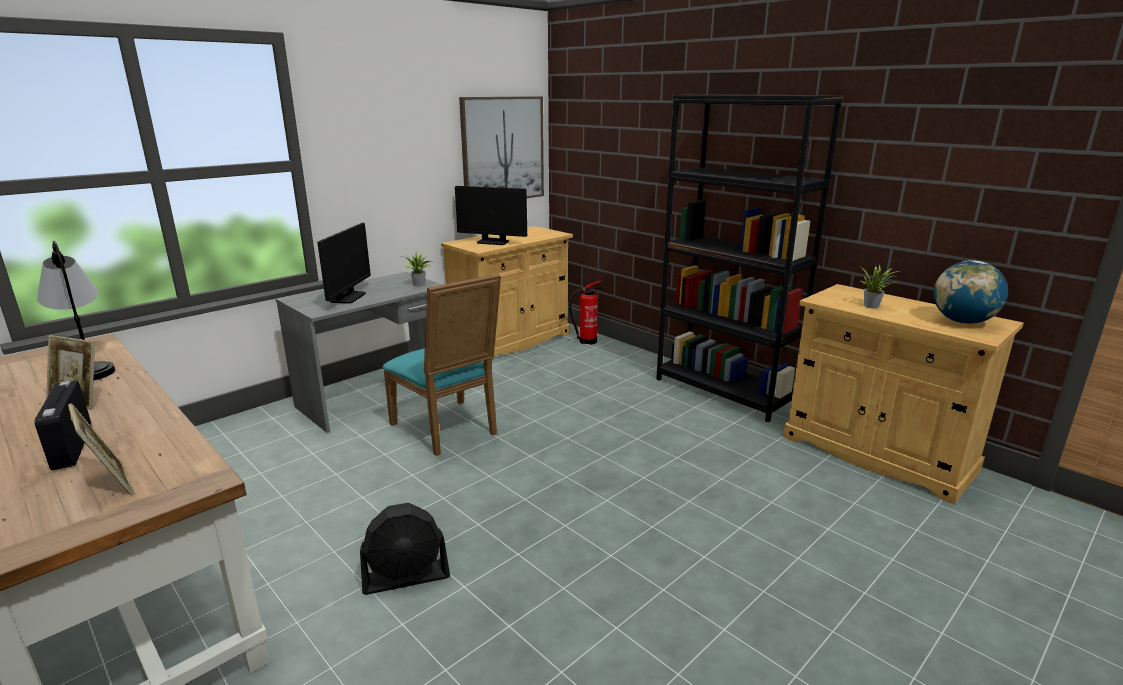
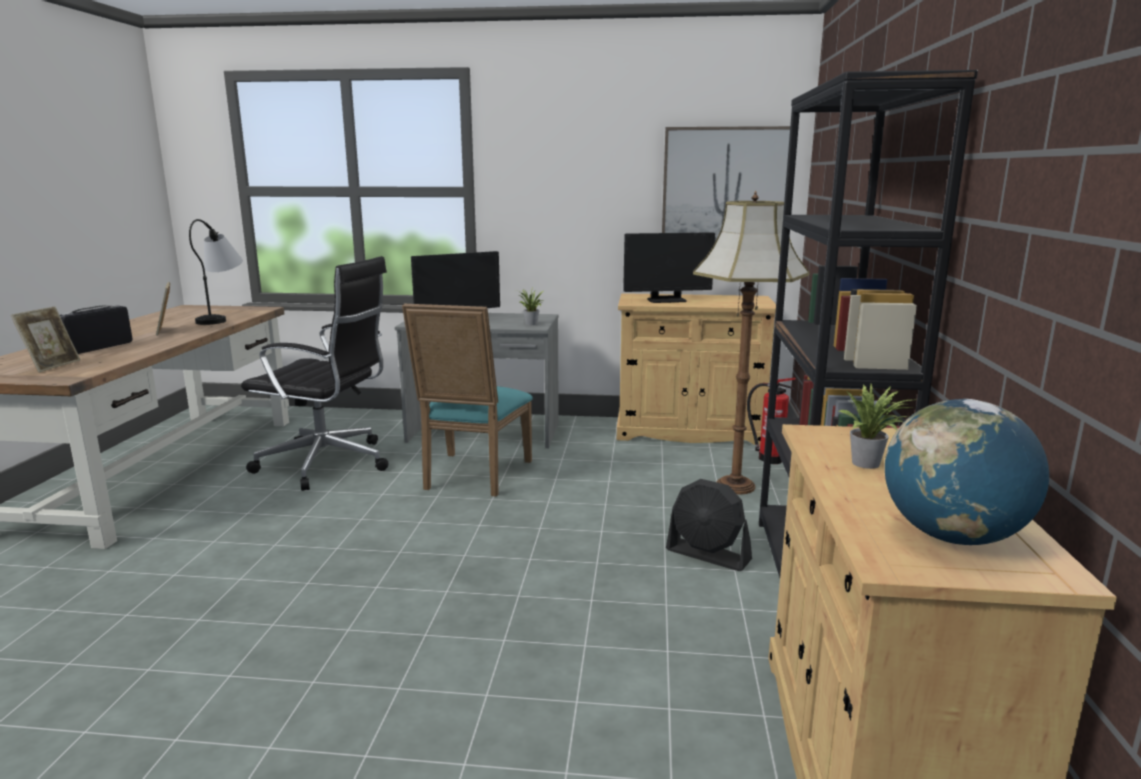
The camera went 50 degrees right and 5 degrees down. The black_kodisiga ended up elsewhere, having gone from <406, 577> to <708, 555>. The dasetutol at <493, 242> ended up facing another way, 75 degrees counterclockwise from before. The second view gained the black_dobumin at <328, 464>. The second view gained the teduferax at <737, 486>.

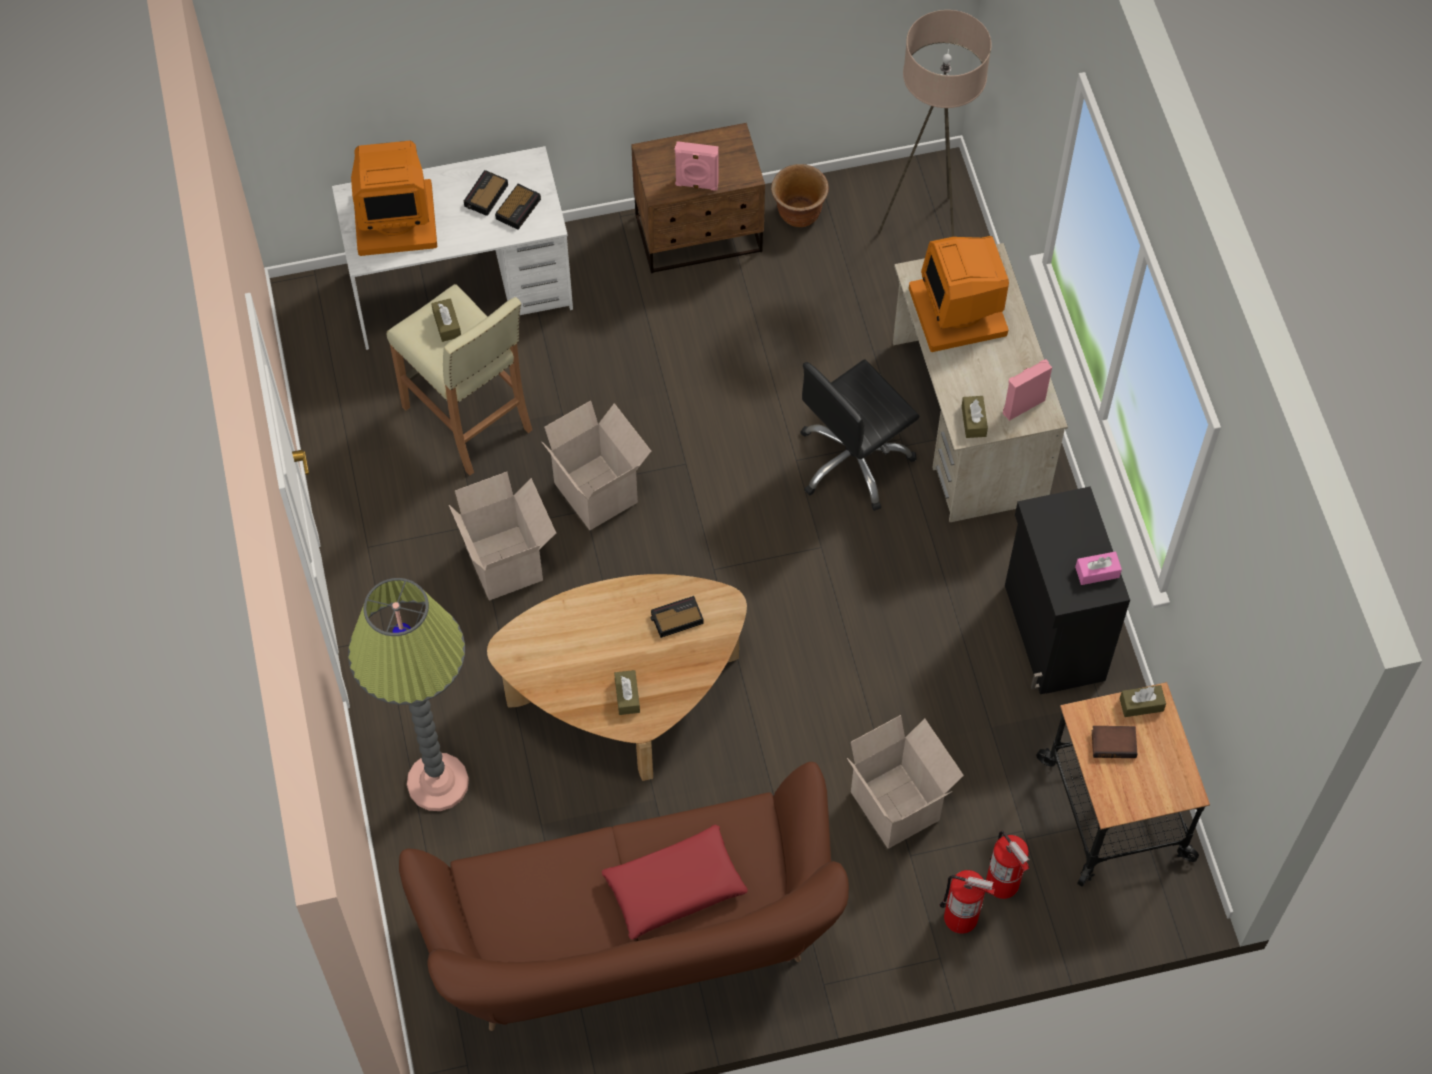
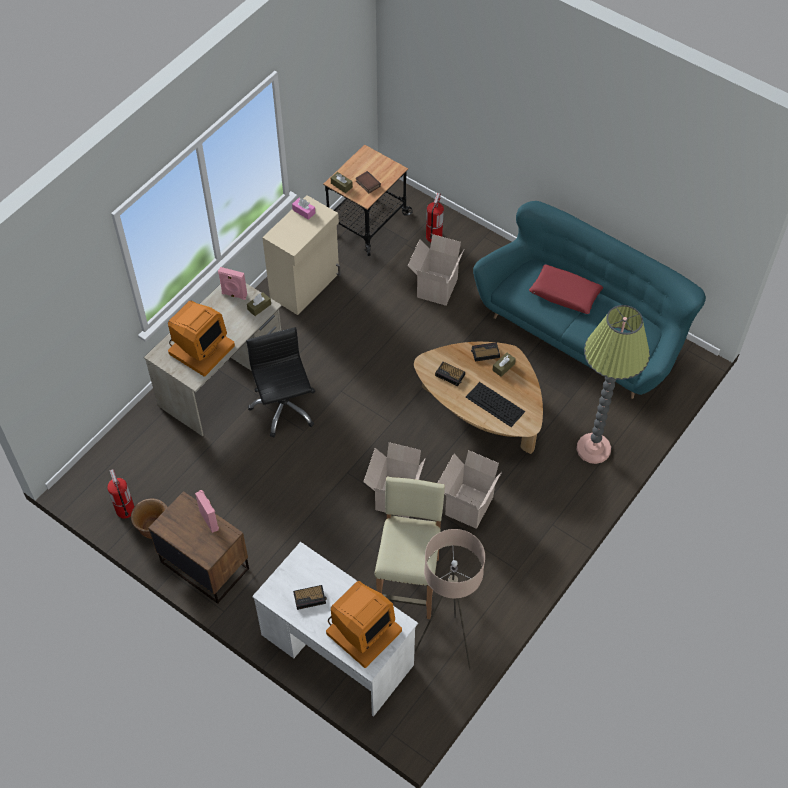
The camera went 130 degrees left and 5 degrees down. The dasetutol at <395, 218> ended up facing another way, 90 degrees clockwise from before. What was the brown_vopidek at <633, 941> turned into the turquoise_vopidek at <582, 332>. The second view lost the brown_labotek at <447, 324>. The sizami ended up elsewhere, having gone from <519, 208> to <485, 353>. The black_dobumin at <854, 461> ended up facing another way, 120 degrees counterclockwise from before. The beige_teduferax ended up elsewhere, having gone from <926, 231> to <447, 645>. The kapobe ended up elsewhere, having gone from <961, 917> to <125, 510>. What was the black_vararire at <1052, 634> turned into the beige_vararire at <306, 285>. The second view gained the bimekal at <495, 404>.

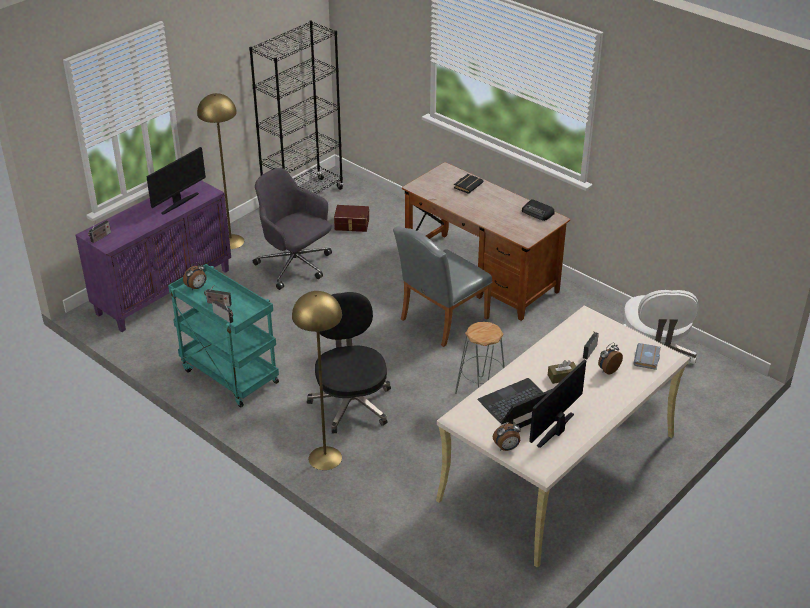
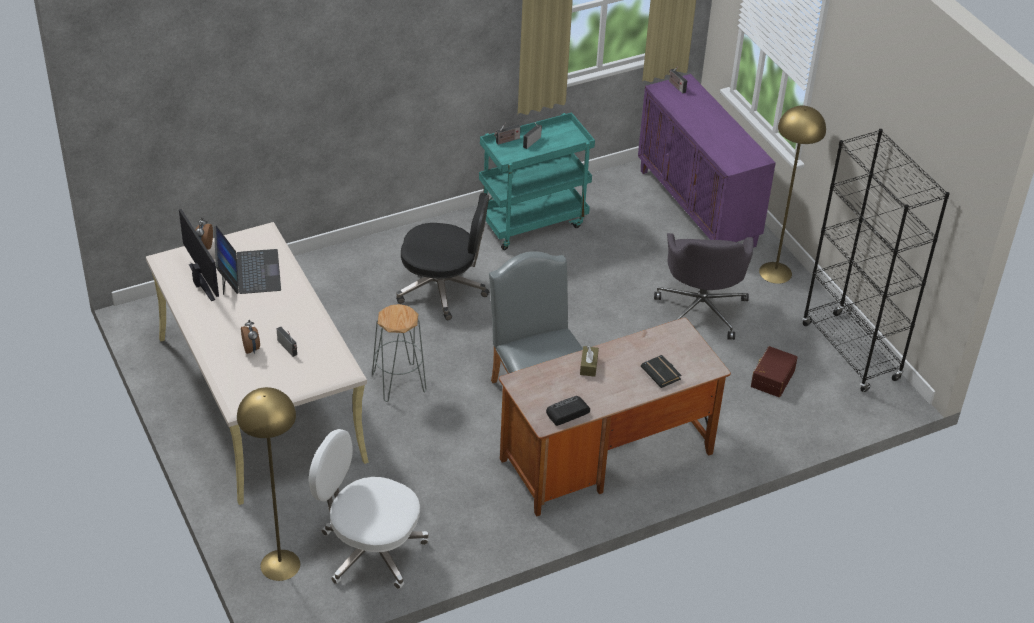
The camera went 110 degrees right and 5 degrees up. The second view lost the dasetutol at <179, 203>. The second view lost the sizami at <197, 287>. The grey_dobumin at <295, 266> ended up facing another way, 120 degrees clockwise from before. The yellow_teduferax ended up elsewhere, having gone from <325, 458> to <280, 565>. The brown_labotek ended up elsewhere, having gone from <562, 377> to <588, 365>. The second view lost the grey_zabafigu at <647, 359>.

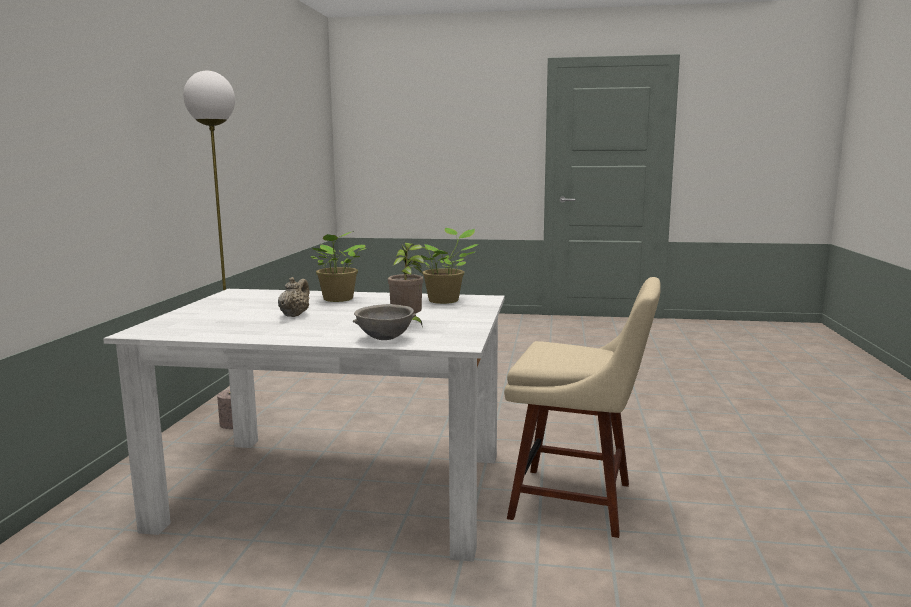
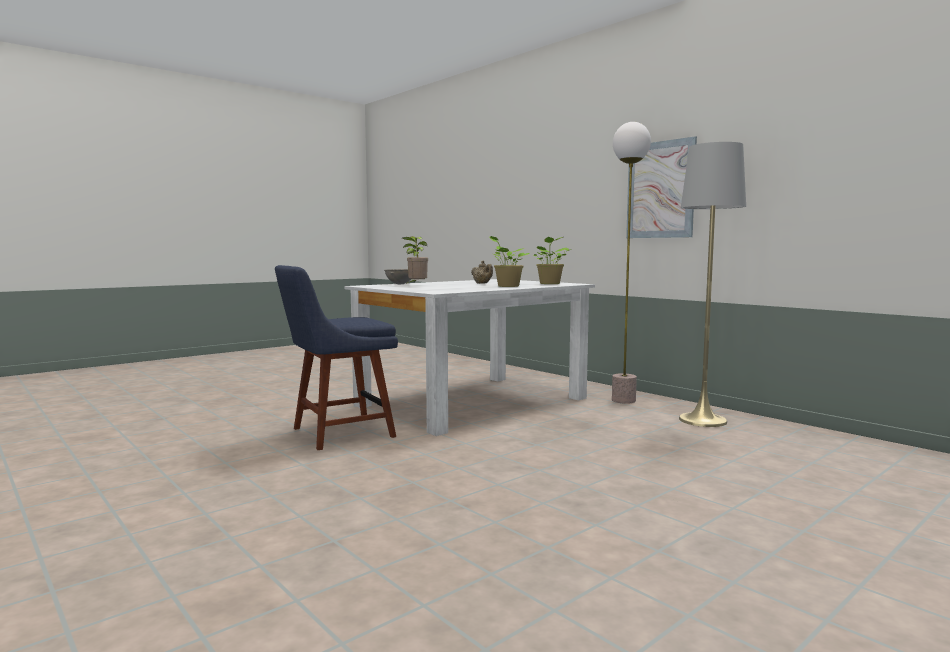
The camera went 130 degrees right and 5 degrees down. The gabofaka ended up elsewhere, having gone from <445, 300> to <549, 284>. What was the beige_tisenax at <579, 502> turned into the blue_tisenax at <338, 433>. The second view gained the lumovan at <660, 190>. The second view gained the grey_teduferax at <702, 420>.

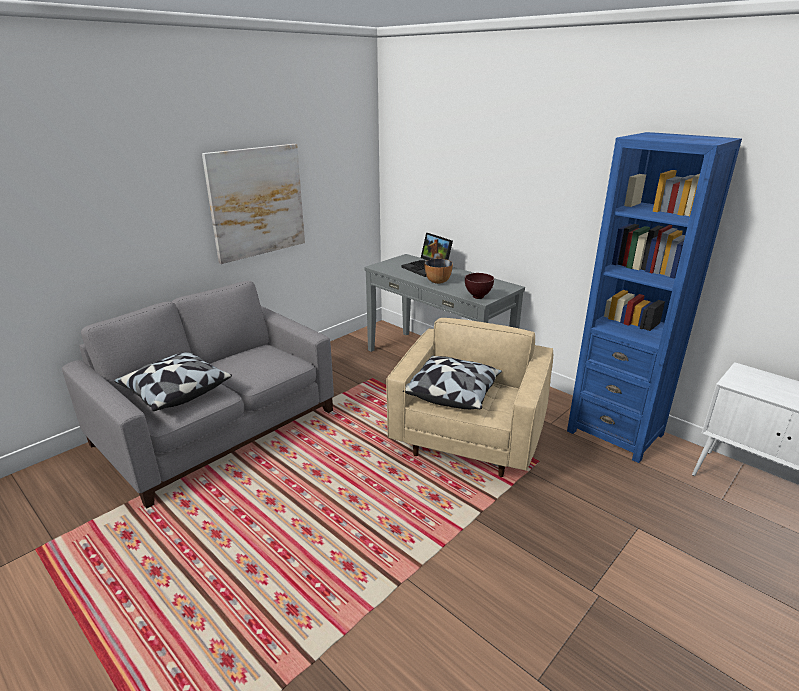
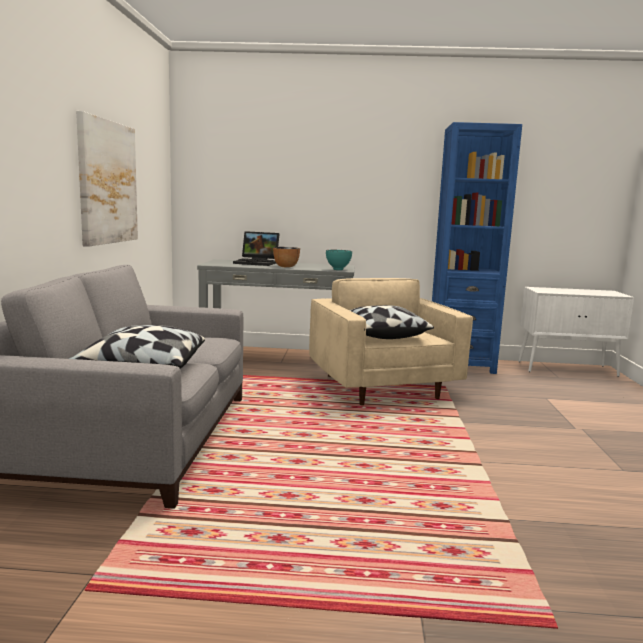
The camera went 40 degrees left and 15 degrees down. What was the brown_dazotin at <477, 297> turned into the turquoise_dazotin at <337, 269>.

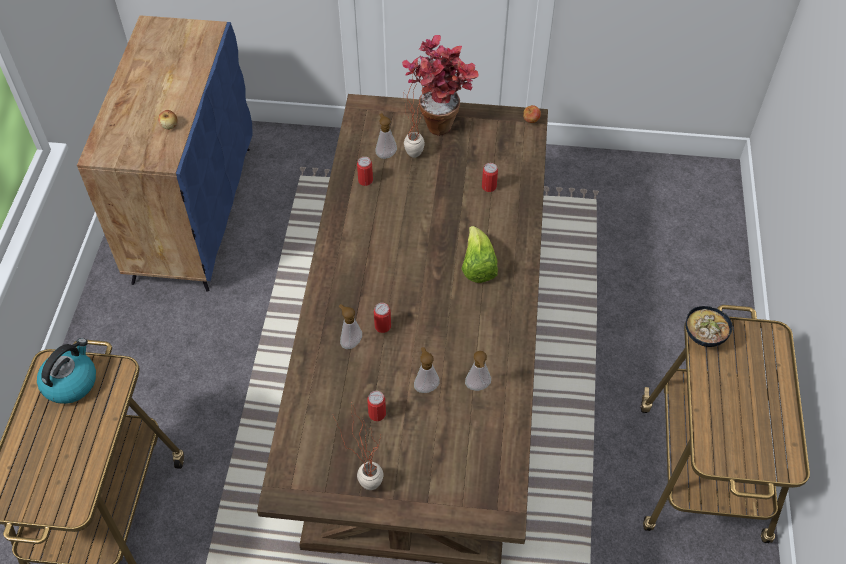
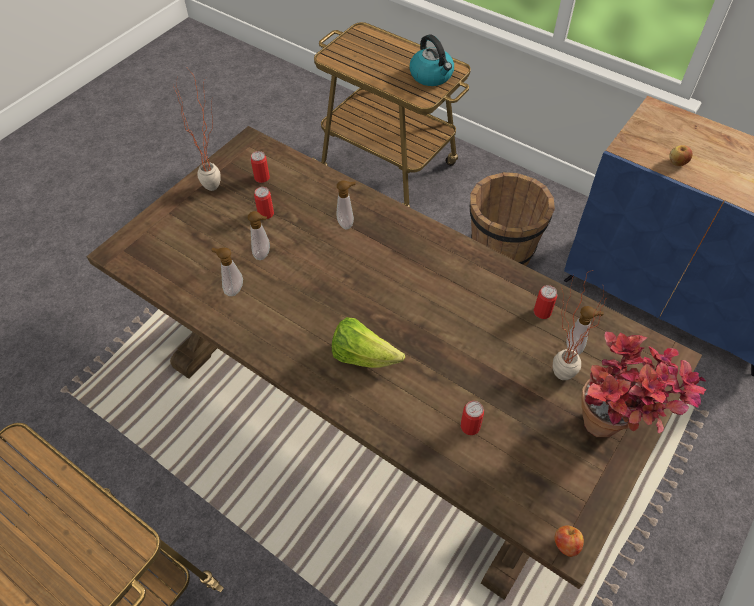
The camera went 120 degrees right and 0 degrees up. The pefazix ended up elsewhere, having gone from <382, 326> to <262, 178>. The second view lost the dazotin at <704, 337>. The second view gained the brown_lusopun at <502, 249>.

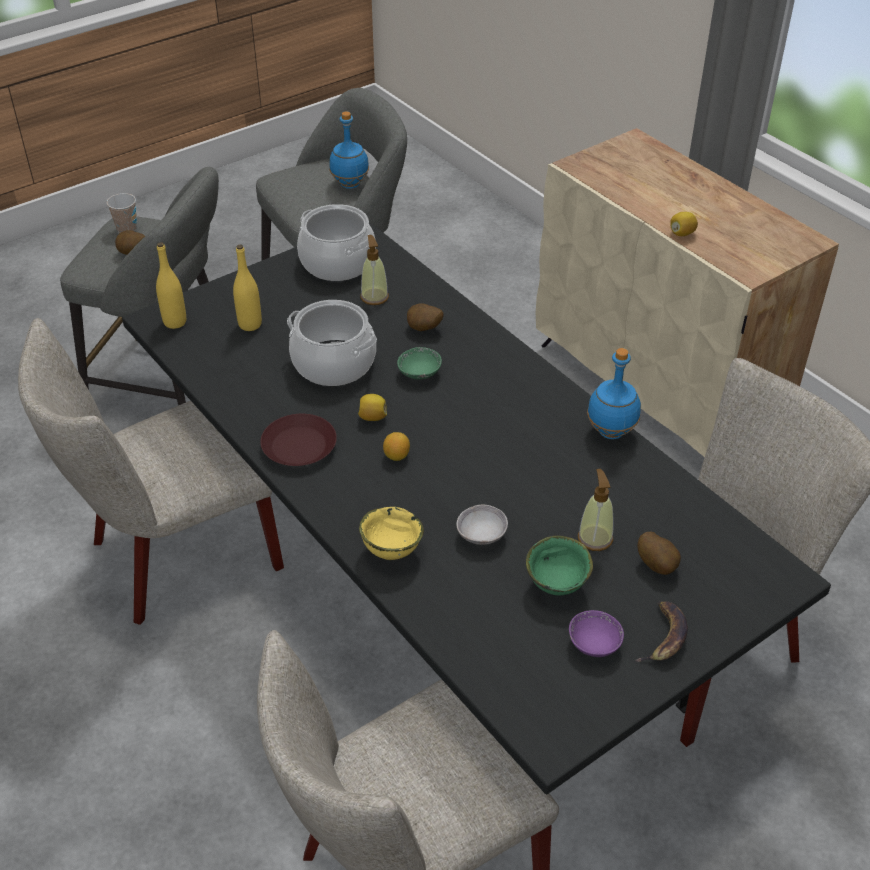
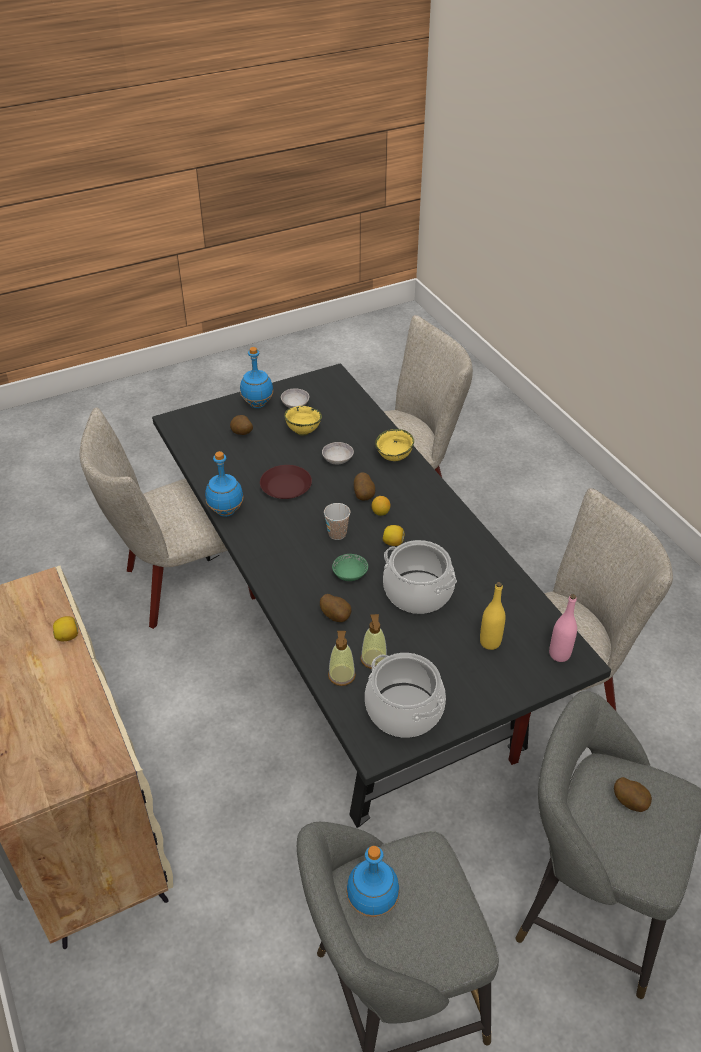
The camera went 170 degrees left and 0 degrees up. The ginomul ended up elsewhere, having gone from <127, 229> to <337, 534>. What was the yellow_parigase at <175, 322> turned into the pink_parigase at <559, 654>. The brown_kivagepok ended up elsewhere, having gone from <300, 446> to <285, 486>. What was the green_dazotin at <558, 584> turned into the yellow_dazotin at <302, 431>. What was the purple_dazotin at <594, 643> turned into the grey_dazotin at <295, 405>. The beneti ended up elsewhere, having gone from <595, 538> to <341, 675>. Where the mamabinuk stood at <664, 637>, the blue_parigase came to stand at <257, 404>. The second view gained the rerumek at <364, 496>.

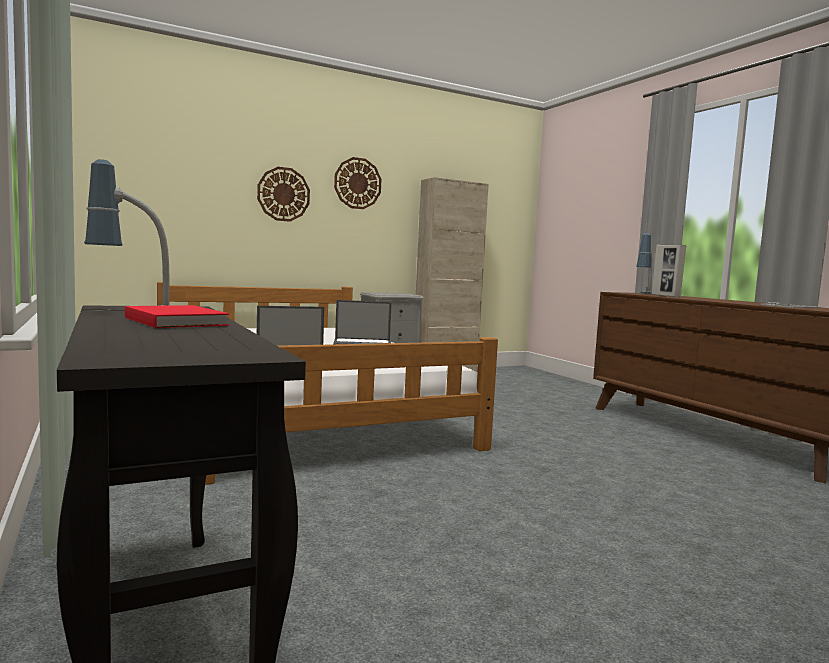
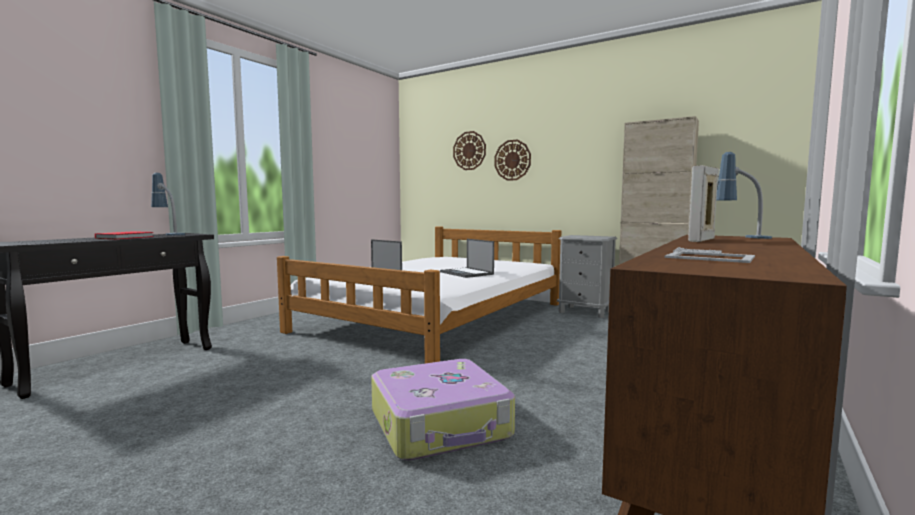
The camera went 60 degrees right and 0 degrees up. The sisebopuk ended up elsewhere, having gone from <357, 183> to <469, 150>. The second view gained the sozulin at <441, 424>.

